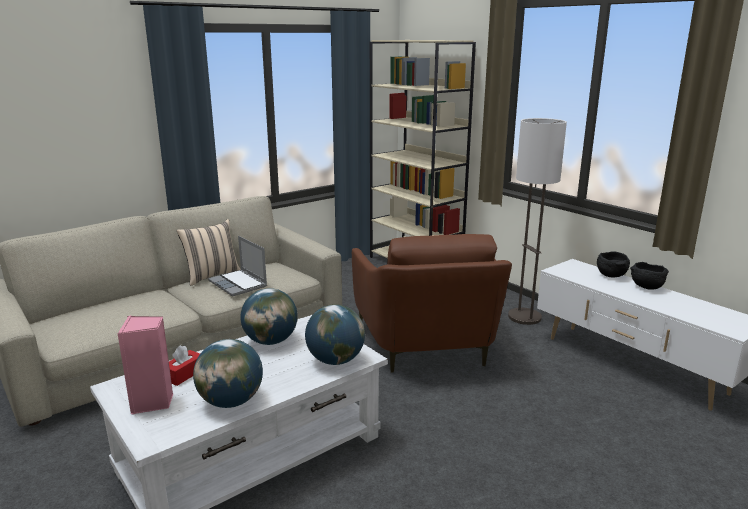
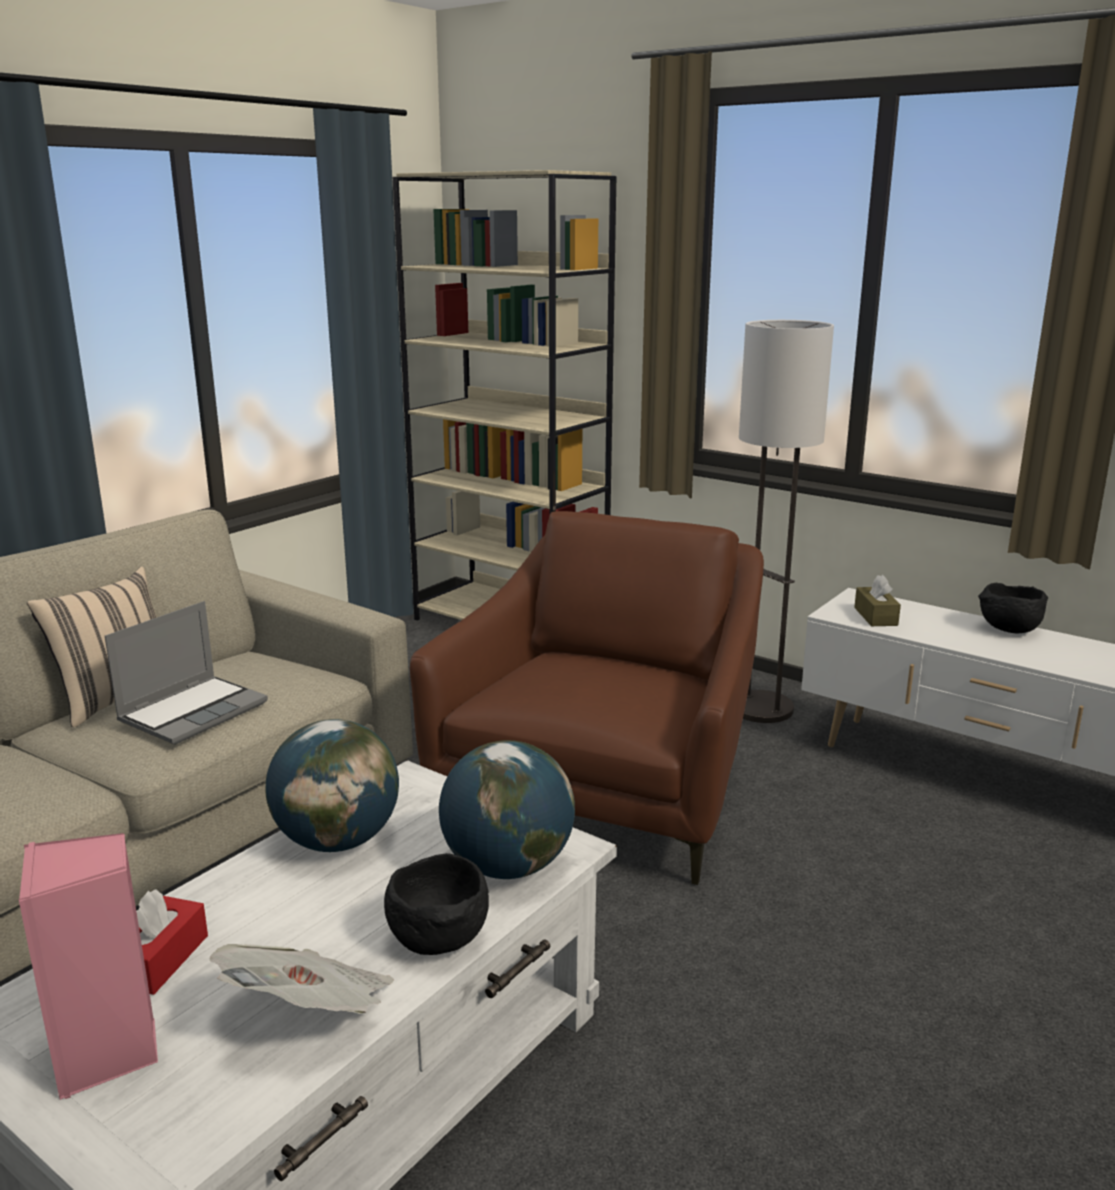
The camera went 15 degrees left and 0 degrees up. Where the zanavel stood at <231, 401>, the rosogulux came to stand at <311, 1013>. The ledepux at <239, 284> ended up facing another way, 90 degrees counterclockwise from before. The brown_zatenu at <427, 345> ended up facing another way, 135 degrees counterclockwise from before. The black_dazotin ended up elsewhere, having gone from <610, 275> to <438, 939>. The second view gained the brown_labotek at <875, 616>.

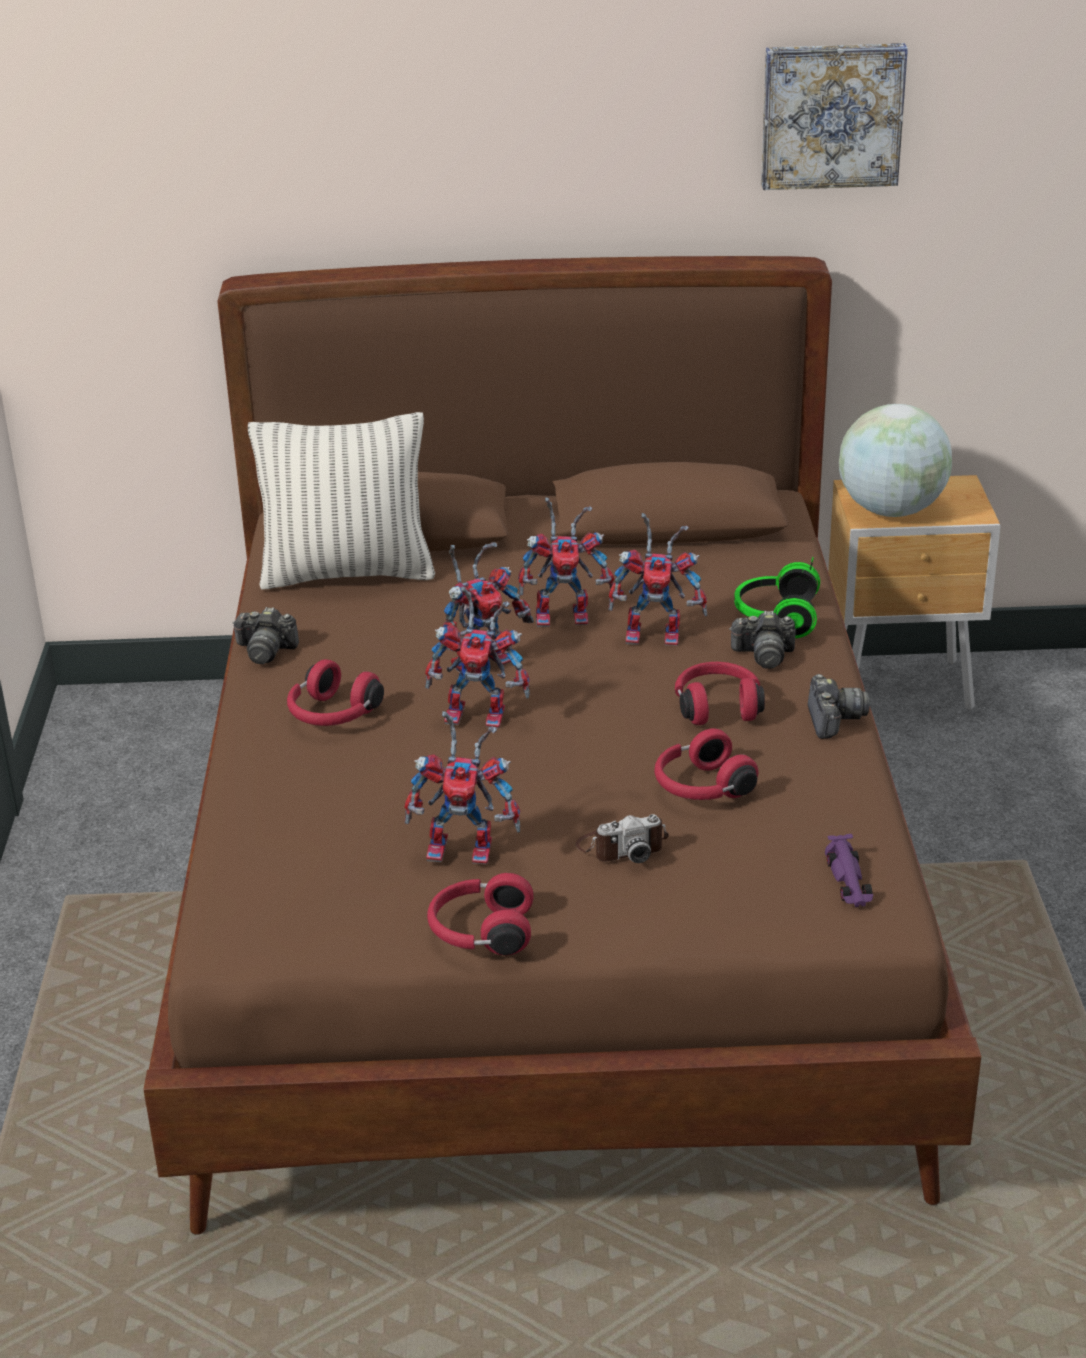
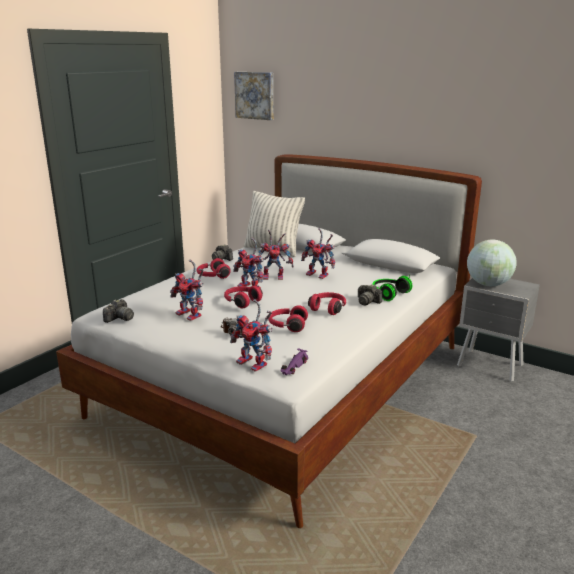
The camera went 35 degrees right and 10 degrees down. What was the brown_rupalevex at <551, 907> turned into the white_rupalevex at <287, 381>. The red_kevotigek ended up elsewhere, having gone from <480, 933> to <241, 302>. The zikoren ended up elsewhere, having gone from <658, 634> to <255, 364>. The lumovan ended up elsewhere, having gone from <831, 115> to <255, 95>. The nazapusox ended up elsewhere, having gone from <833, 720> to <119, 318>. What was the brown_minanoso at <903, 689> turned into the grey_minanoso at <491, 367>.

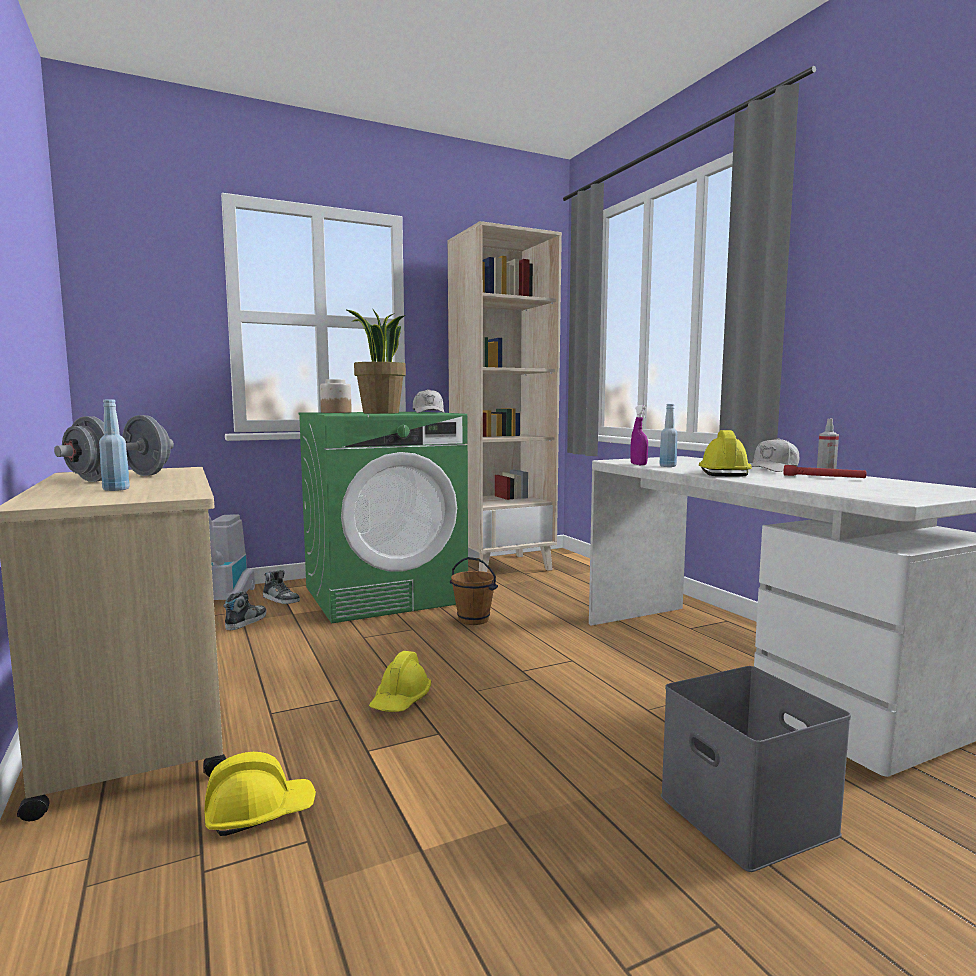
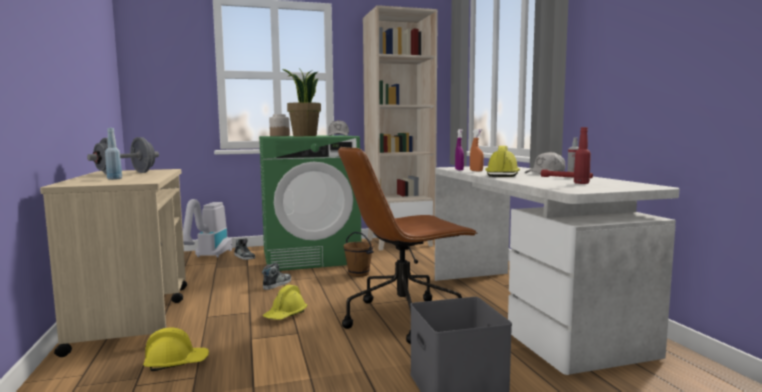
The camera went 10 degrees right and 0 degrees up. The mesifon ended up elsewhere, having gone from <246, 621> to <277, 284>. Where the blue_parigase stood at <667, 466>, the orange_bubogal came to stand at <476, 171>. The second view gained the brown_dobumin at <404, 318>. The second view gained the red_parigase at <581, 183>.

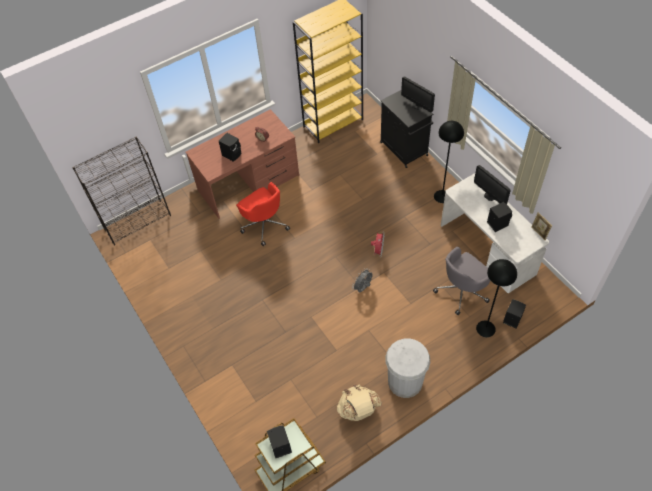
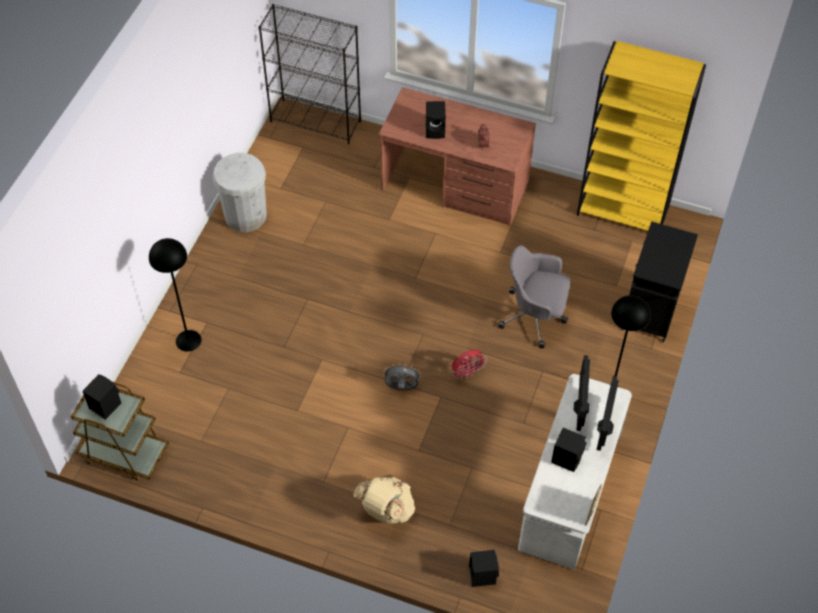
The camera went 50 degrees right and 0 degrees up. The second view lost the red_dobumin at <264, 224>. The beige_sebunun ended up elsewhere, having gone from <358, 410> to <386, 510>. The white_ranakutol ended up elsewhere, having gone from <405, 381> to <245, 215>. The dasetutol ended up elsewhere, having gone from <417, 105> to <581, 407>. The grey_dobumin ended up elsewhere, having gone from <462, 291> to <535, 316>. The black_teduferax ended up elsewhere, having gone from <485, 328> to <188, 340>.

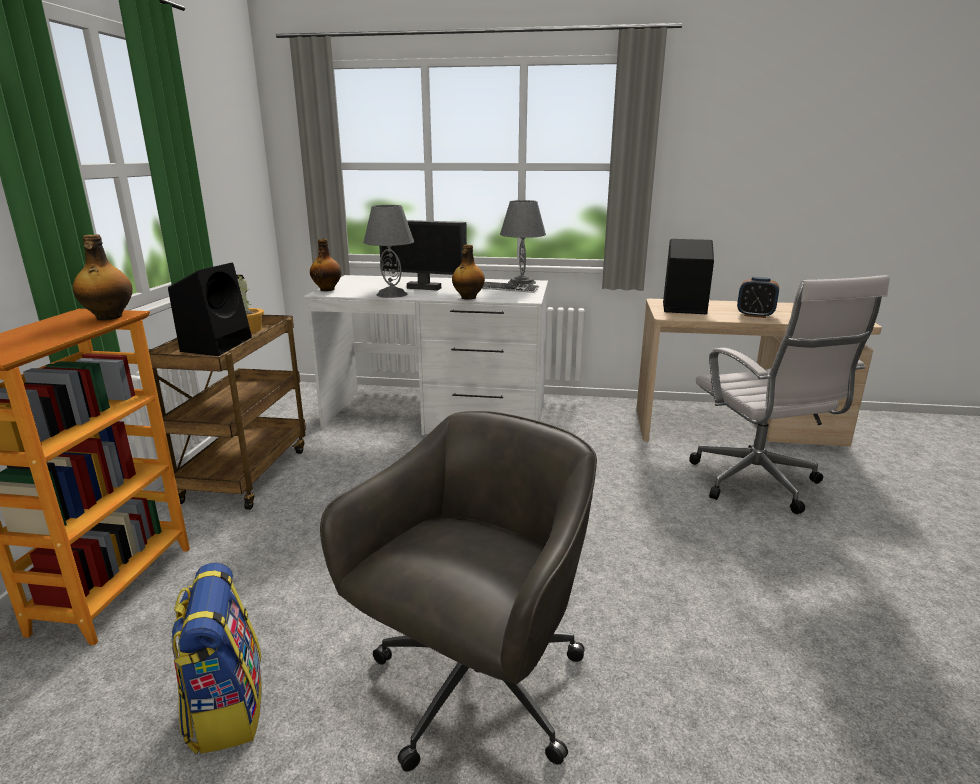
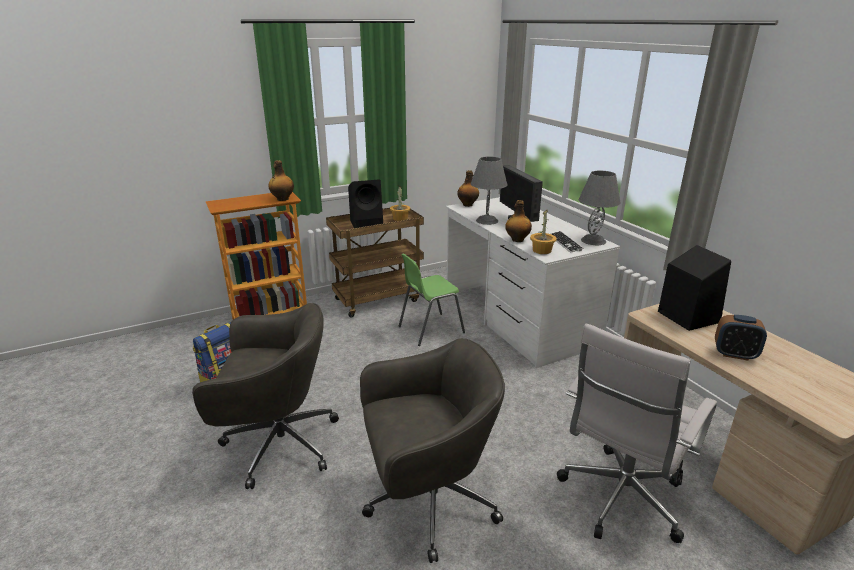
The camera went 55 degrees right and 5 degrees up. The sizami at <755, 315> ended up facing another way, 60 degrees counterclockwise from before. The second view gained the grey_dobumin at <428, 501>. The second view gained the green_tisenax at <430, 329>. The second view gained the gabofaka at <542, 250>.

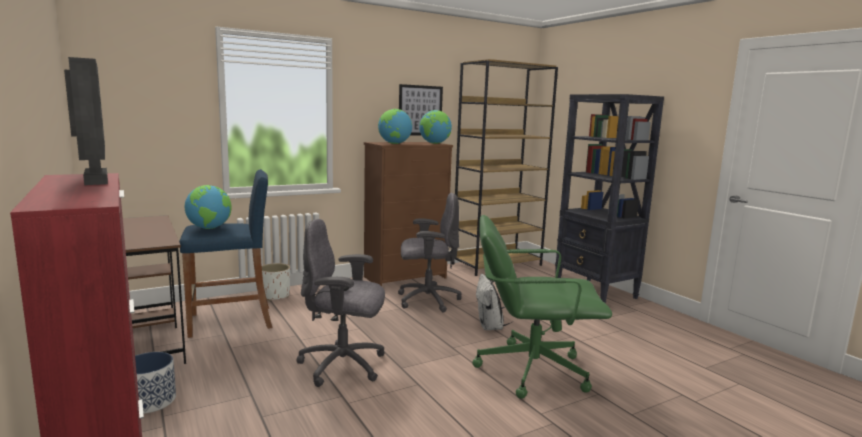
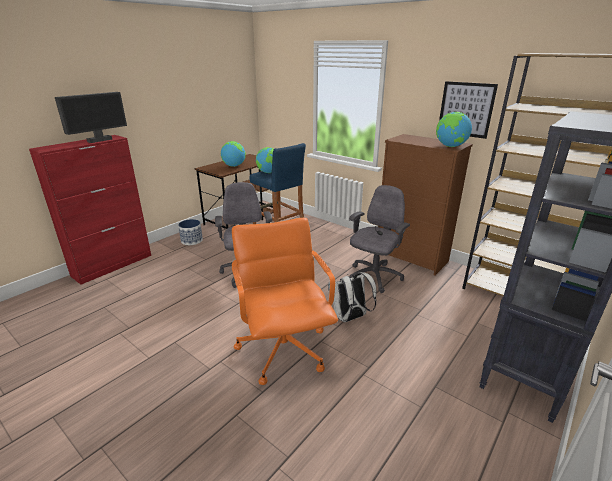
The camera went 70 degrees right and 15 degrees up. The second view lost the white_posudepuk at <275, 296>. The zanavel ended up elsewhere, having gone from <394, 144> to <234, 166>. The grey_dobumin at <427, 300> ended up facing another way, 120 degrees counterclockwise from before. What was the green_dobumin at <530, 369> turned into the orange_dobumin at <284, 348>.

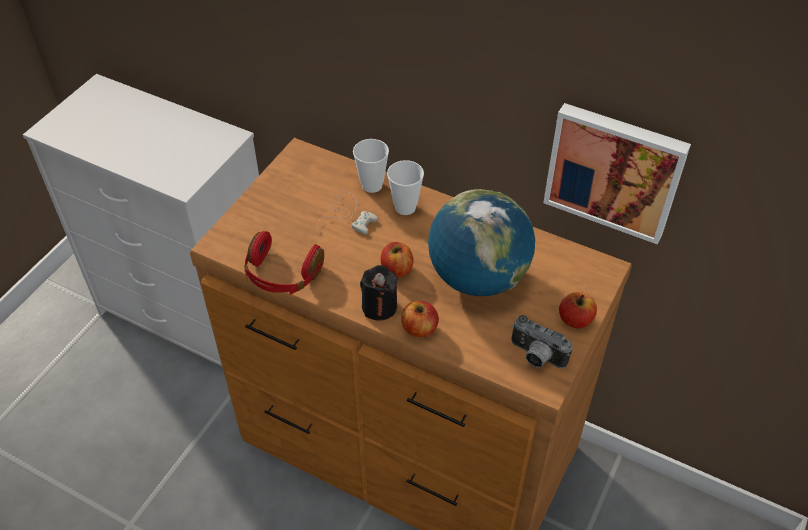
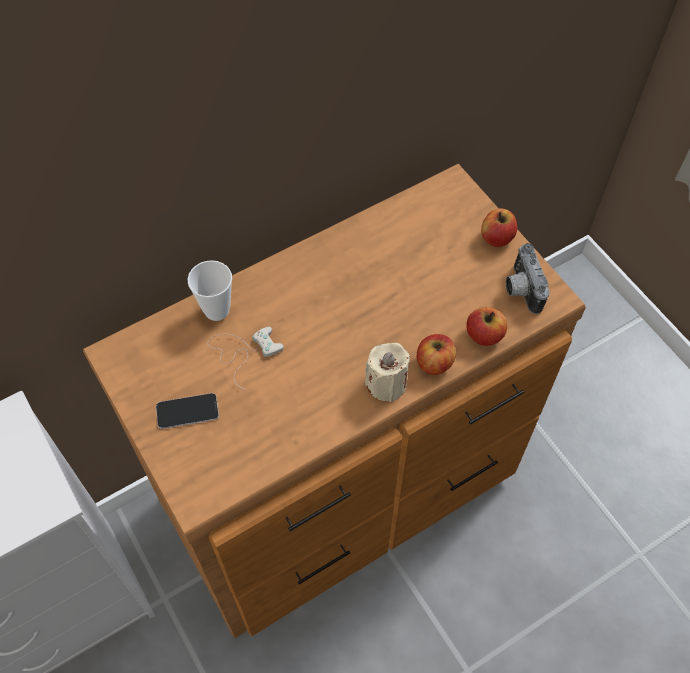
The camera went 60 degrees left and 10 degrees up. The second view lost the red_kevotigek at <282, 275>. What was the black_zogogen at <379, 307> turned into the beige_zogogen at <386, 383>. The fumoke ended up elsewhere, having gone from <396, 269> to <484, 335>. The second view lost the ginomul at <405, 207>. The second view lost the zanavel at <478, 277>. The nazapusox at <535, 357> ended up facing another way, 105 degrees clockwise from before. The second view lost the lumovan at <614, 170>. The second view gained the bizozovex at <187, 411>.

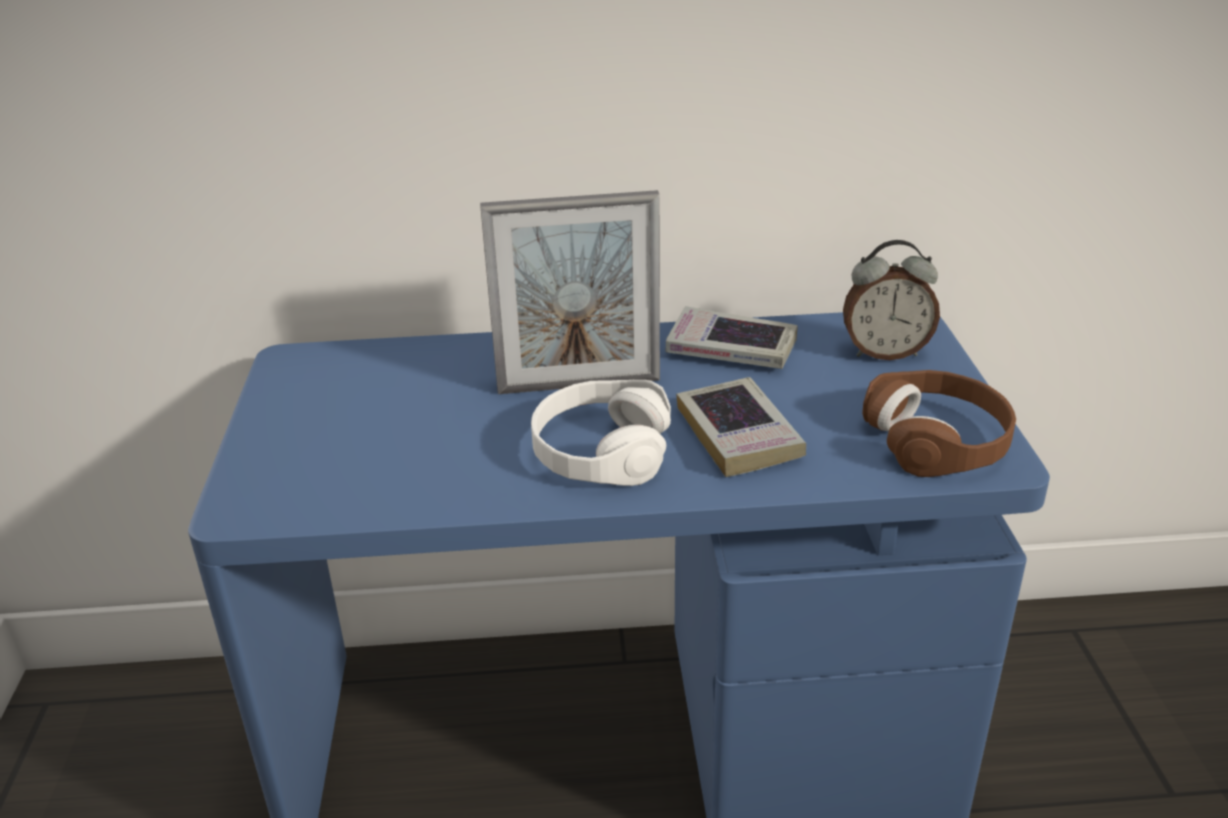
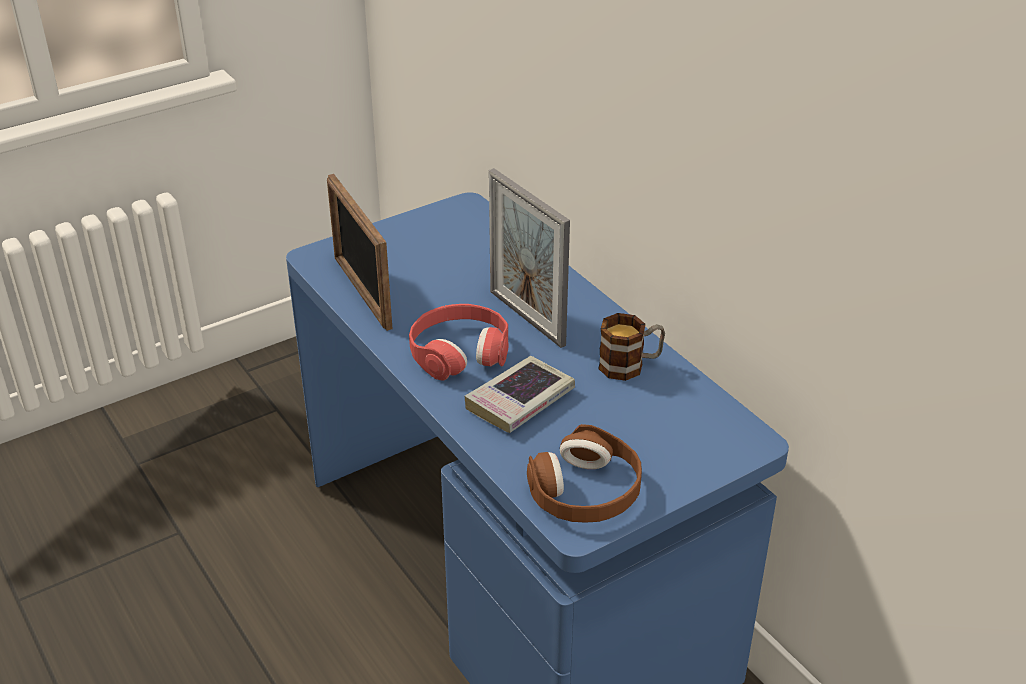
The camera went 60 degrees right and 5 degrees up. What was the white_kevotigek at <601, 450> turned into the red_kevotigek at <459, 352>. Where the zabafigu stood at <731, 349>, the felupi came to stand at <630, 365>. The second view lost the sizami at <885, 352>. The second view gained the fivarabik at <362, 292>.

